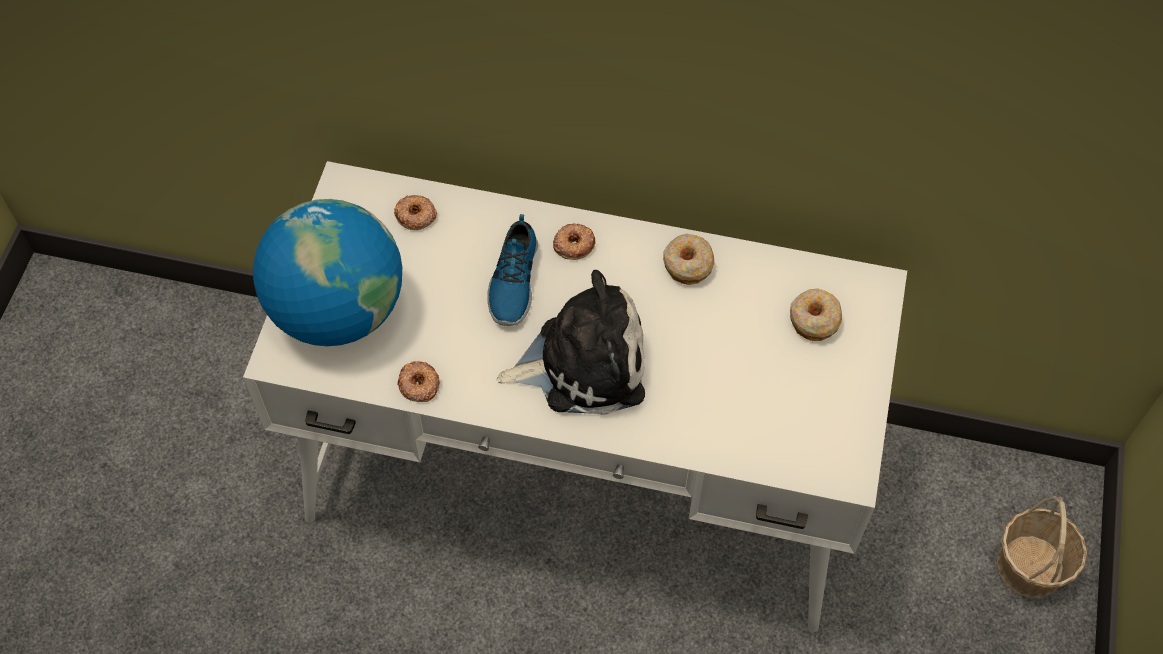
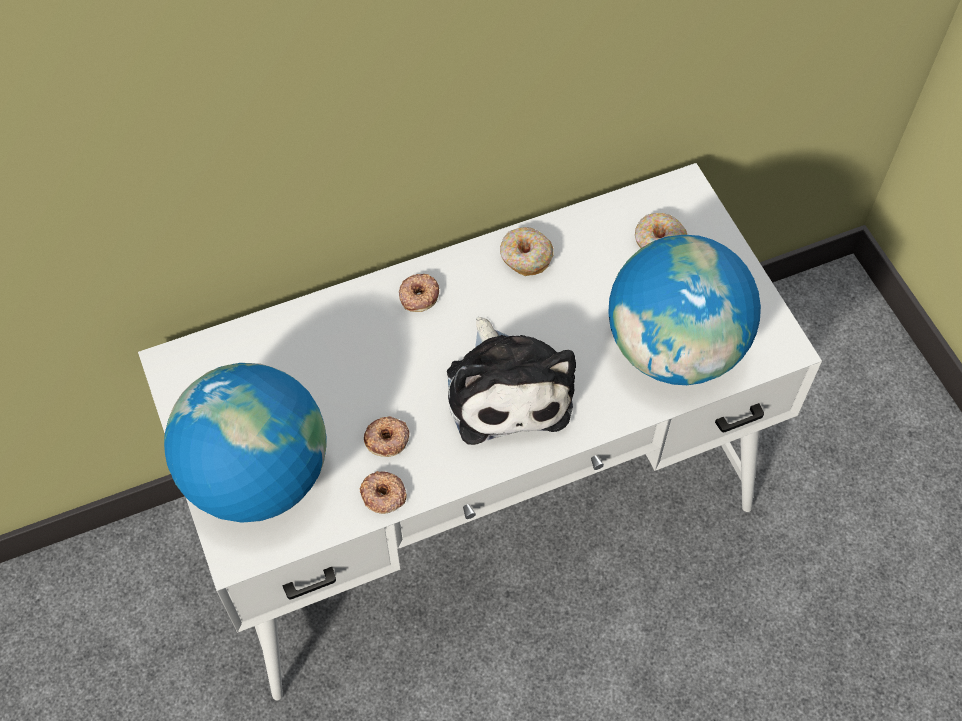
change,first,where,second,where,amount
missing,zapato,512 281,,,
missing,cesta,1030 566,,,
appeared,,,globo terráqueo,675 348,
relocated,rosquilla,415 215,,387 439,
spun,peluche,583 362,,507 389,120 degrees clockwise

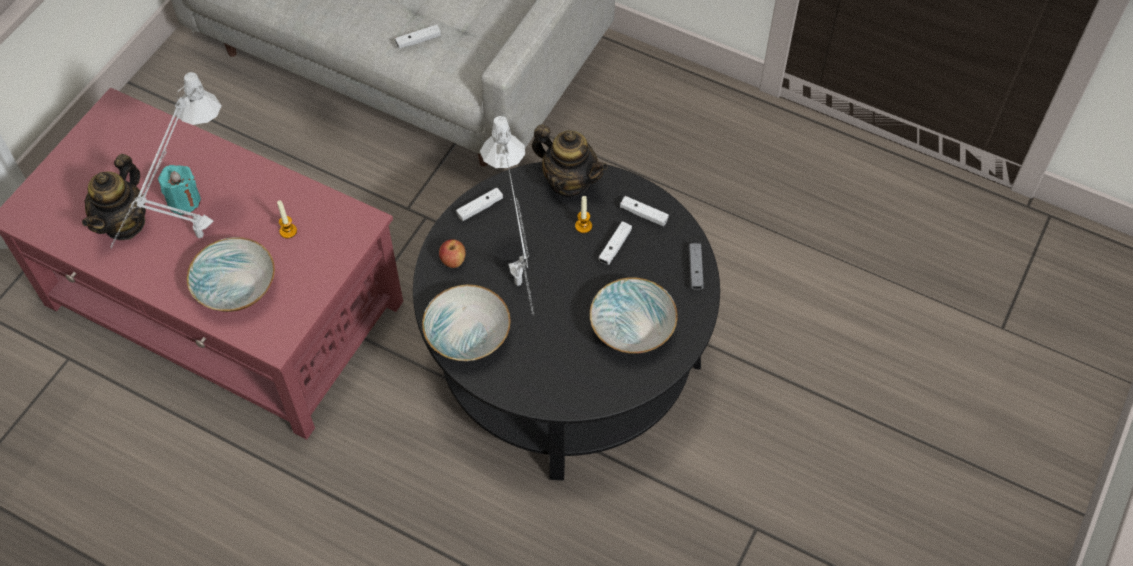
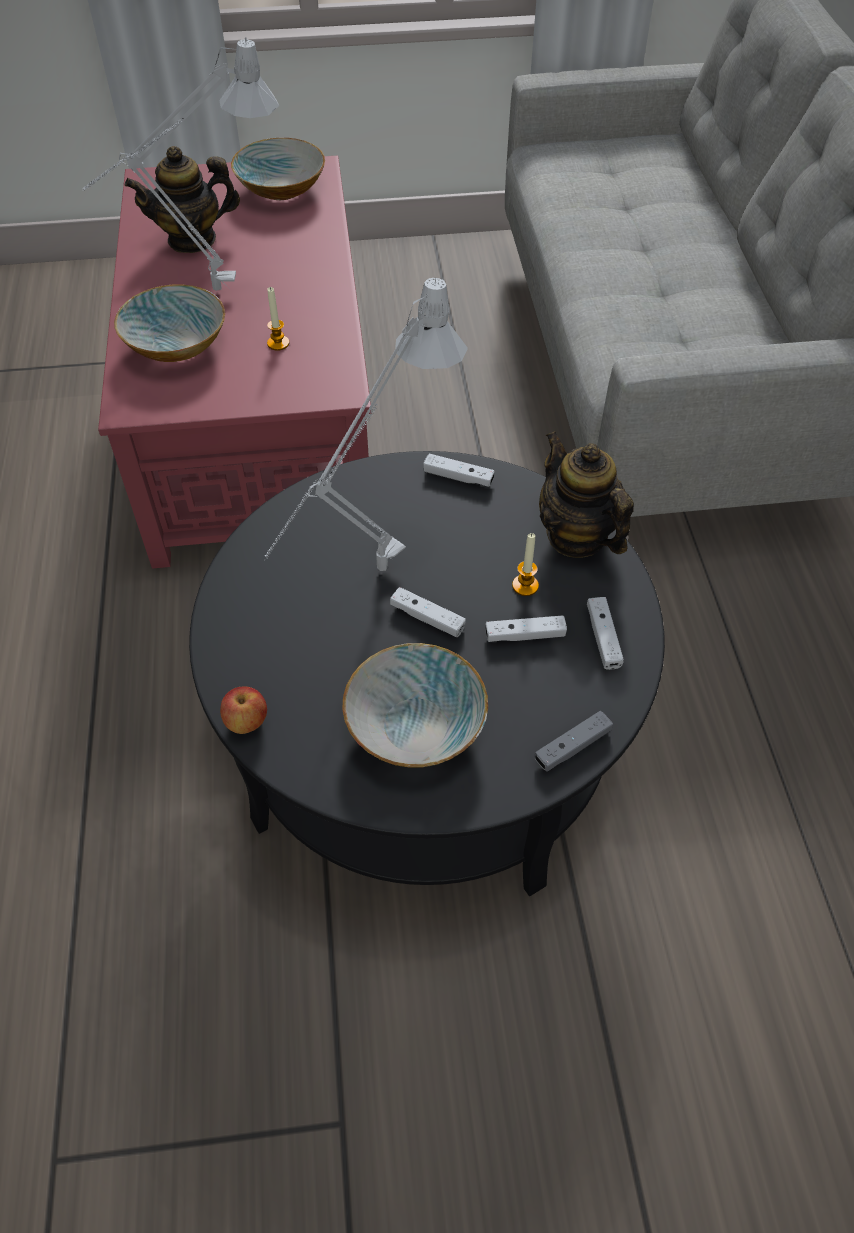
change,first,where,second,where,amount
missing,vela/turquesa,184 201,,,
relocated,mando de consola/blanco,418 41,,427 618,
relocated,cuenco,467 335,,281 188,
relocated,manzana,453 261,,246 722,
spun,tetera,569 181,,576 536,150 degrees clockwise

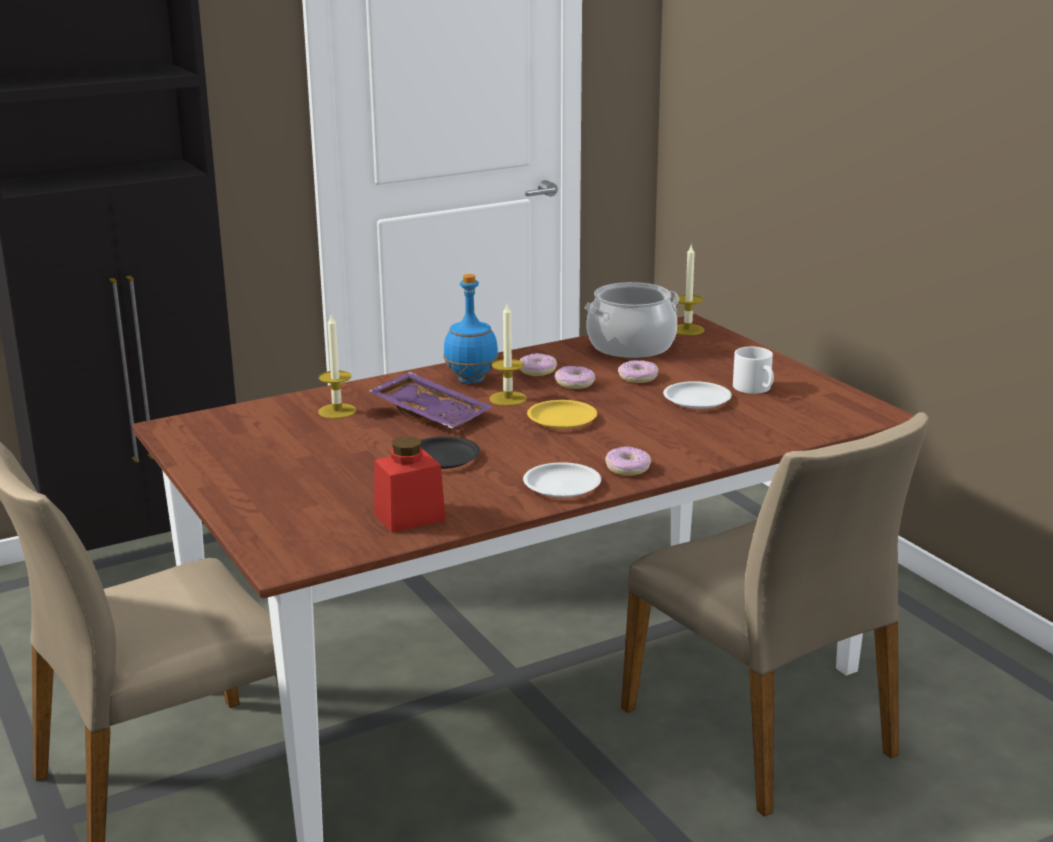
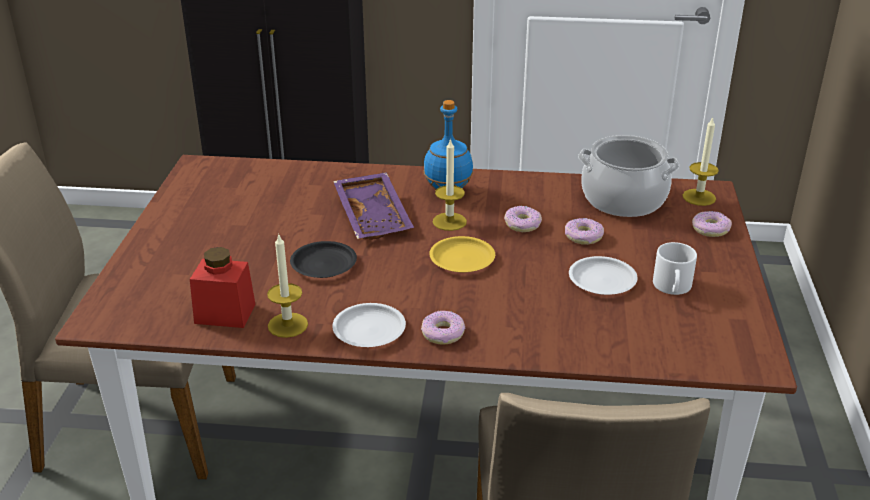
change,first,where,second,where,amount
relocated,vela,337 411,,287 325,
relocated,rosquilla,537 371,,710 229,

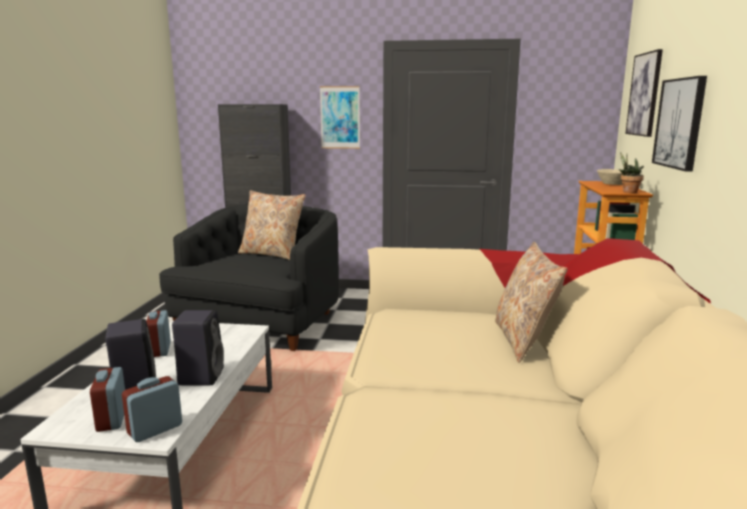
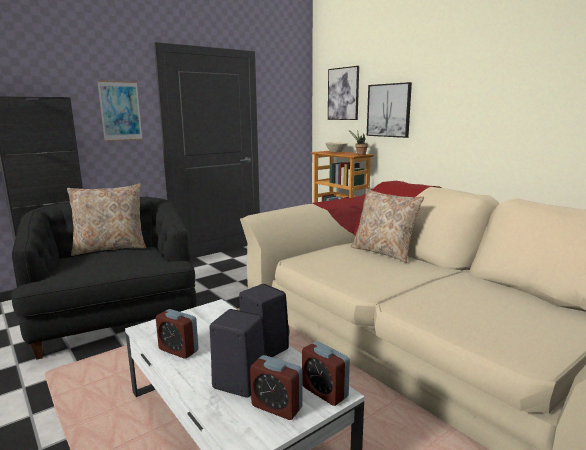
change,first,where,second,where,amount
spun,despertador,155 429,,324 392,45 degrees counterclockwise

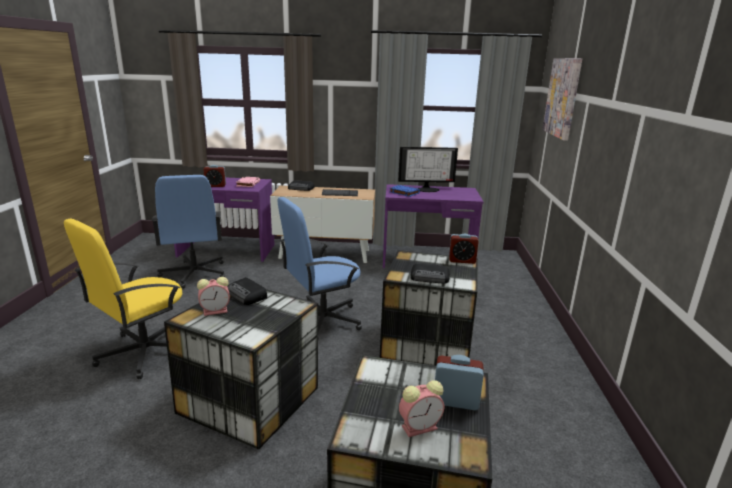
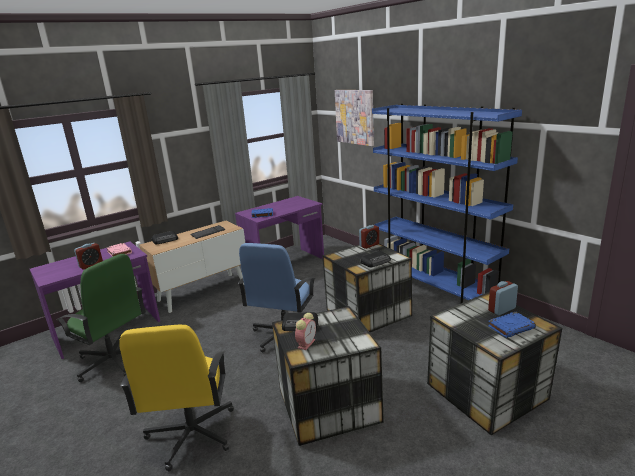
change,first,where,second,where,amount
missing,monitor,427 189,,,
appeared,,,estantería/azul,434 289,
exchanged,despertador,420 426,libro/azul,511 327,
colour,silla de oficina/azul,194 274,silla de oficina/verde,113 361,

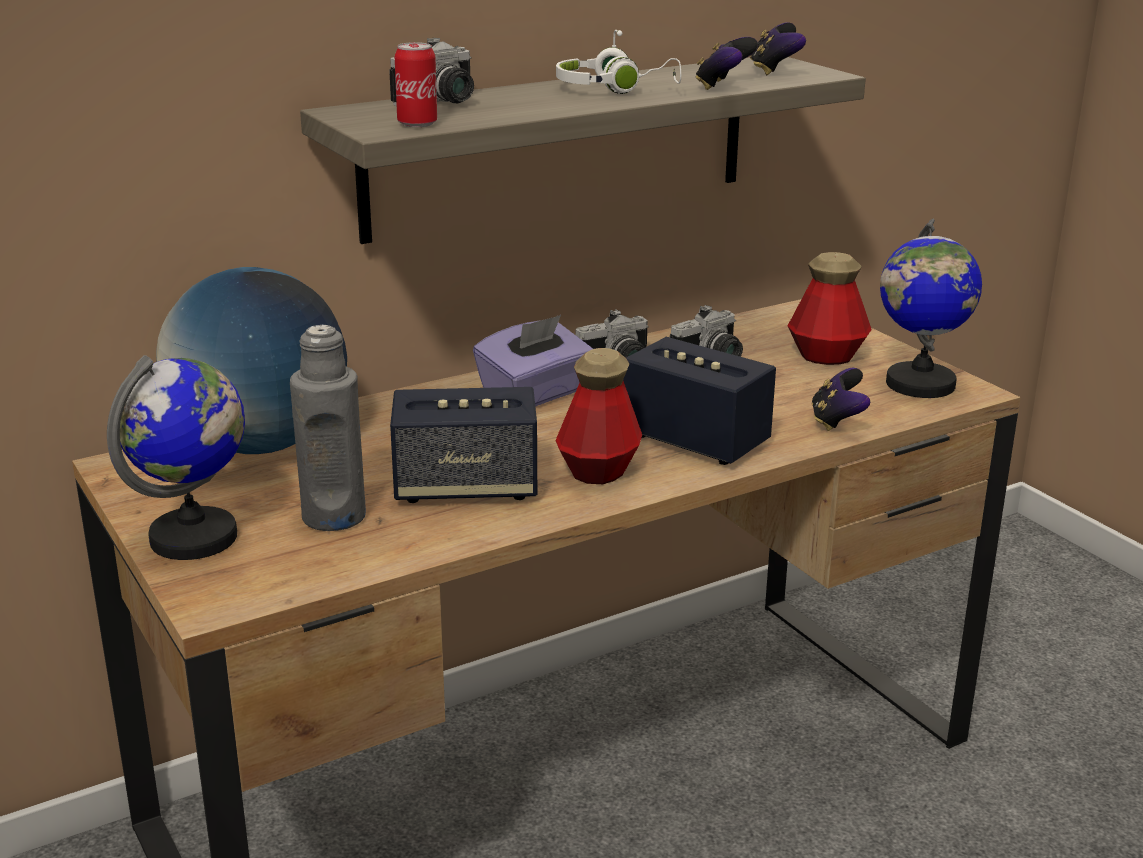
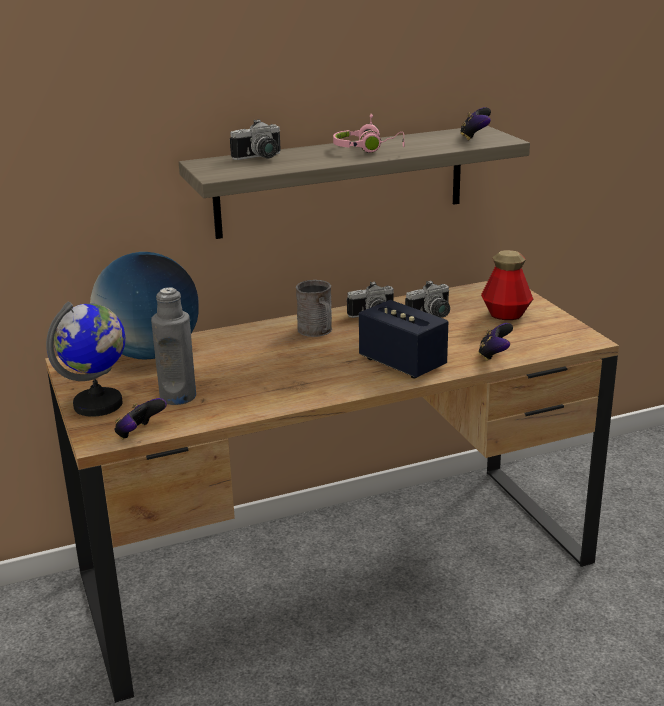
change,first,where,second,where,amount
missing,altavoz,466 487,,,
missing,lata,417 124,,,
missing,botella,598 471,,,
missing,globo terráqueo,919 384,,,
relocated,mando de consola,723 86,,139 434,
exchanged,caja de pañuelos/morado,535 394,taza grande/gris,317 331,
colour,auriculares/blanco,614 89,auriculares/rosa,368 149,

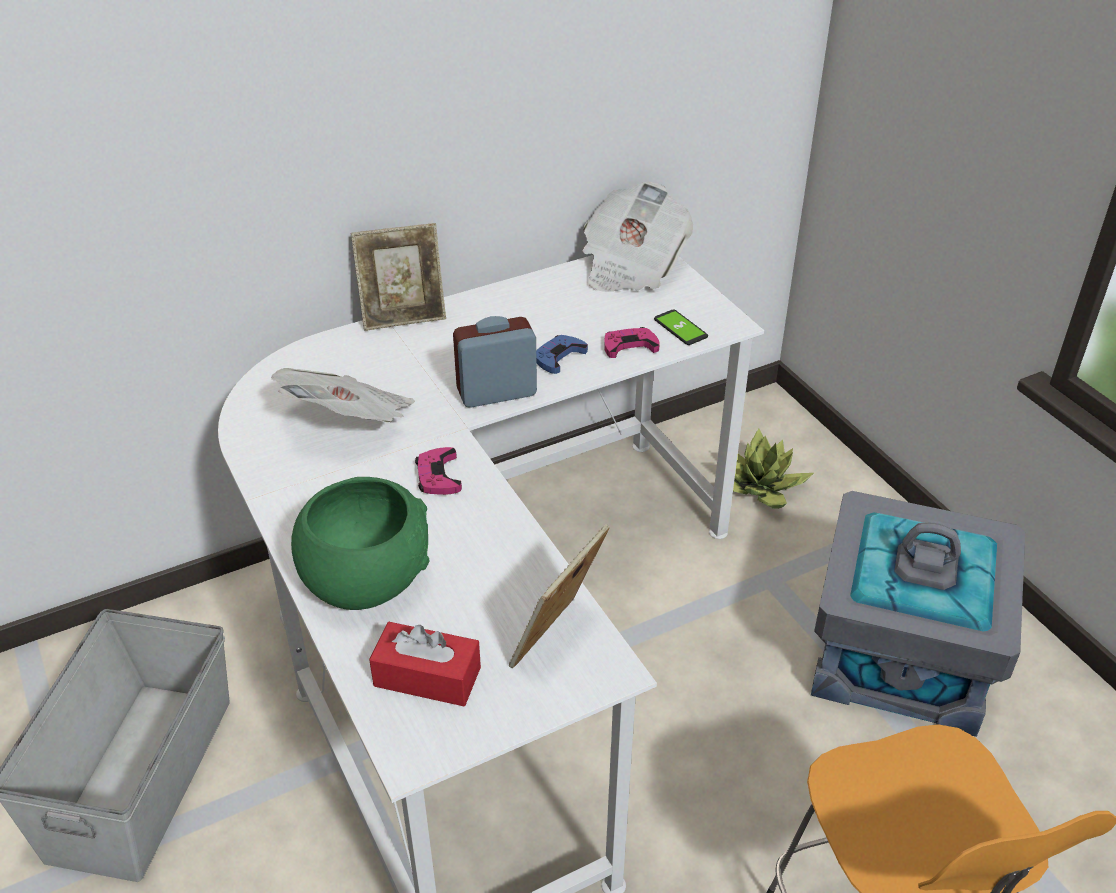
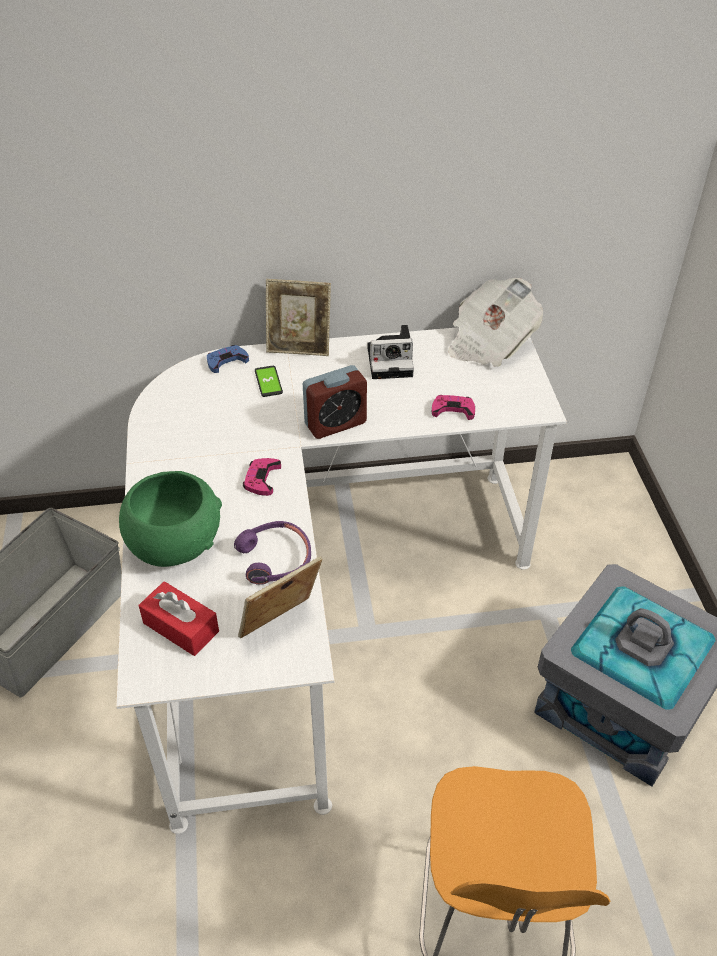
change,first,where,second,where,amount
missing,periódico,351 422,,,
missing,planta en maceta,760 487,,,
appeared,,,auriculares/morado,275 559,
appeared,,,cámara,392 361,
relocated,mando de consola/azul,558 357,,226 361,
relocated,móvil,680 328,,268 382,
spun,despertador,496 392,,335 424,150 degrees clockwise

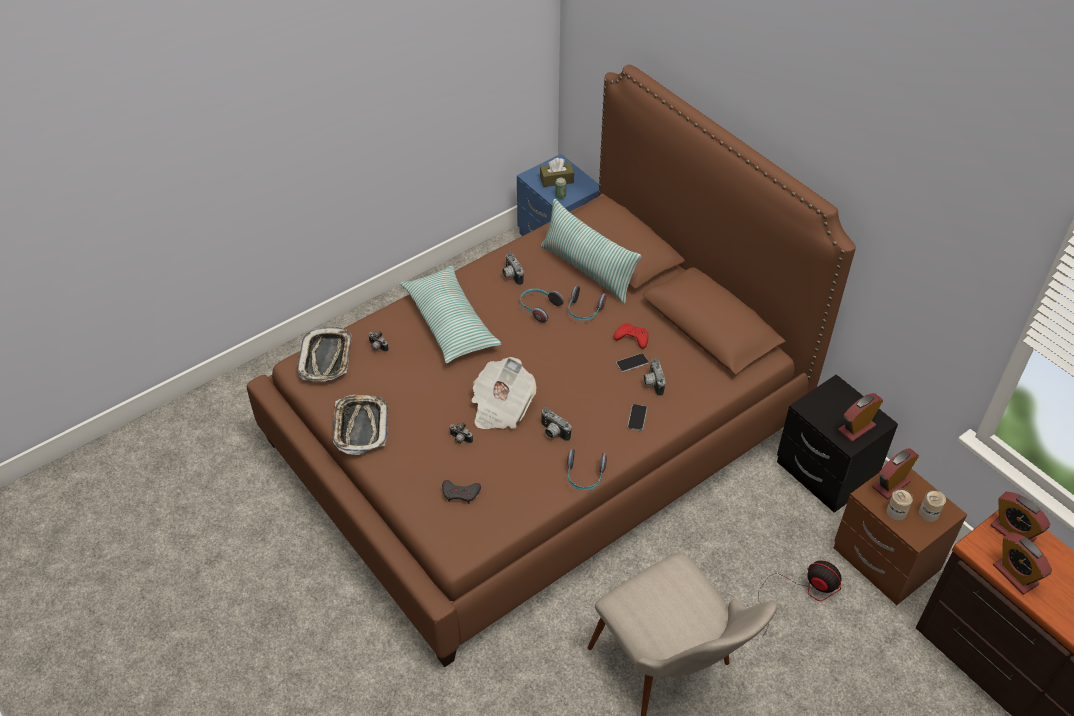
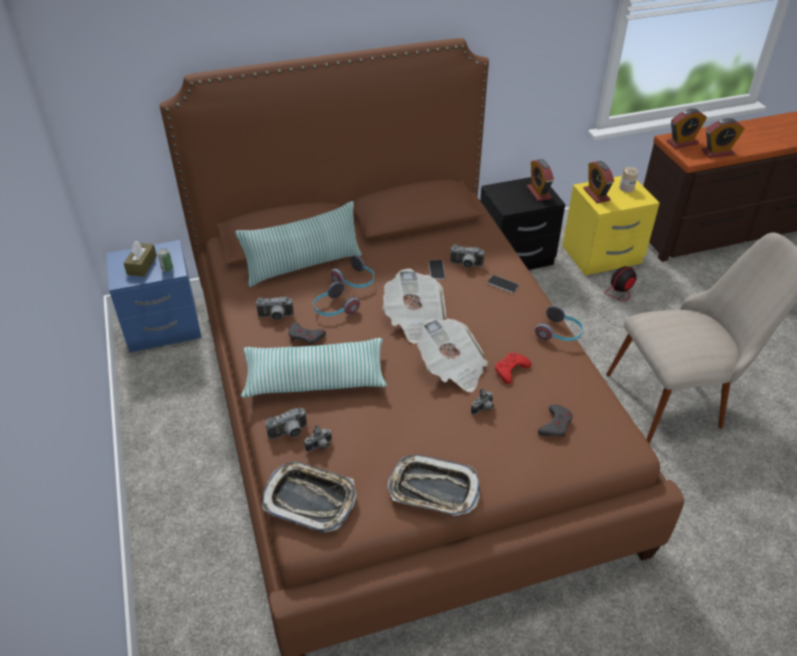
change,first,where,second,where,amount
missing,lata,896 512,,,
appeared,,,mando de consola/gris,305 336,
appeared,,,periódico,414 320,
relocated,cámara,553 433,,289 433,
relocated,mando de consola/rojo,632 338,,510 370,
colour,mesita de noche/marrón,884 560,mesita de noche/amarillo,602 256,

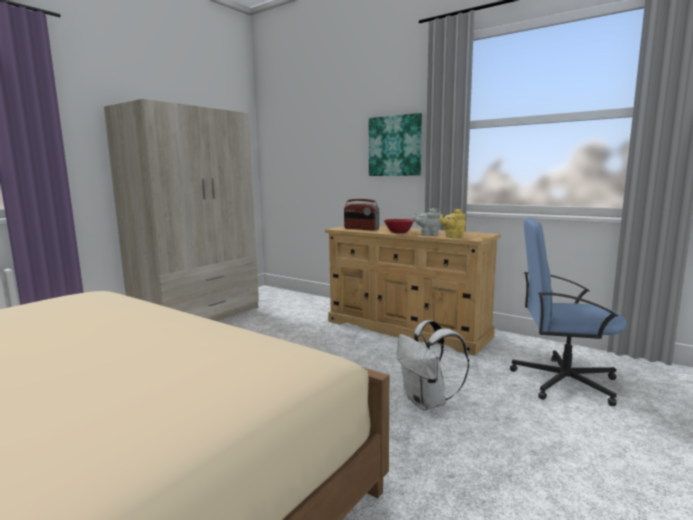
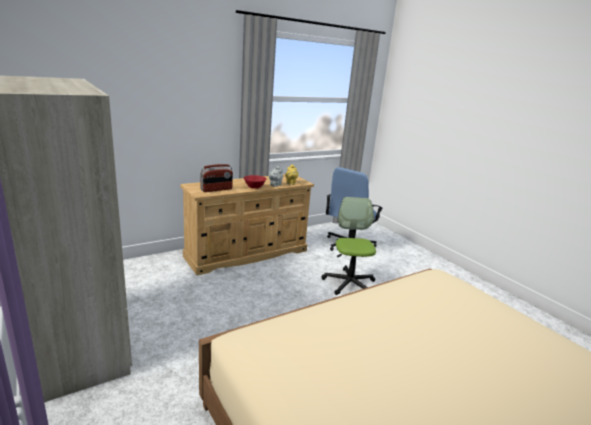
change,first,where,second,where,amount
missing,cuadro,395 146,,,
exchanged,mochila/blanco,427 402,silla de oficina,349 283,

